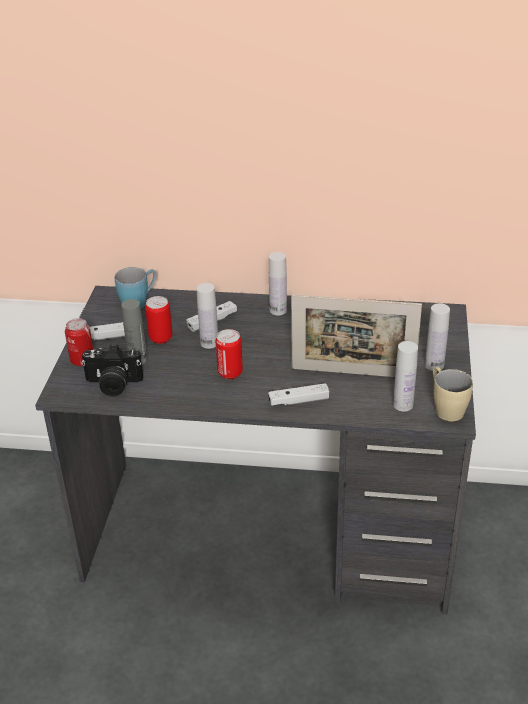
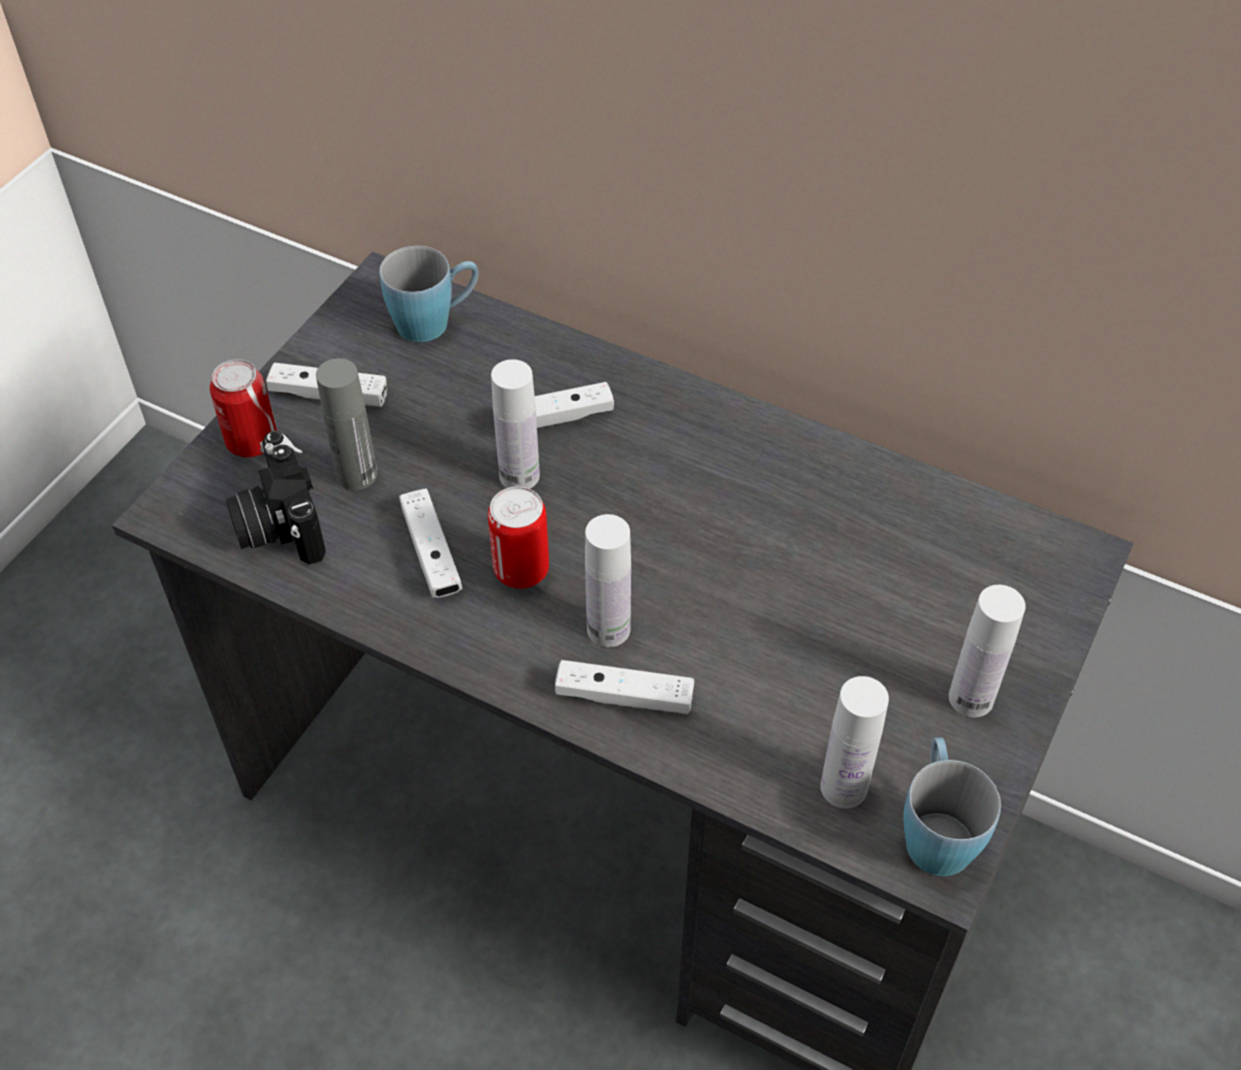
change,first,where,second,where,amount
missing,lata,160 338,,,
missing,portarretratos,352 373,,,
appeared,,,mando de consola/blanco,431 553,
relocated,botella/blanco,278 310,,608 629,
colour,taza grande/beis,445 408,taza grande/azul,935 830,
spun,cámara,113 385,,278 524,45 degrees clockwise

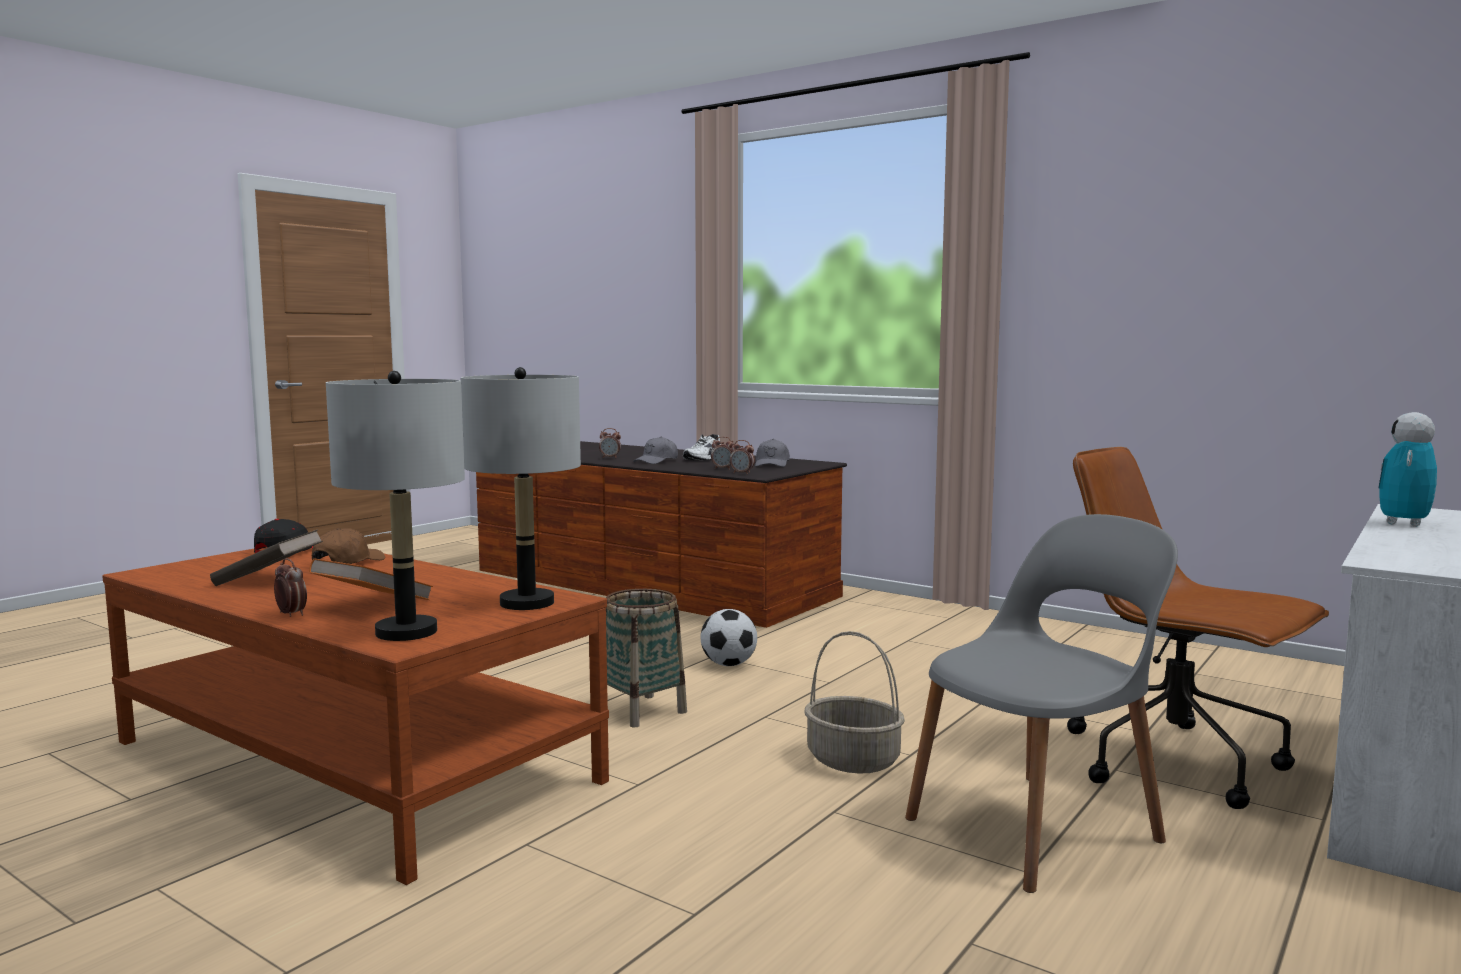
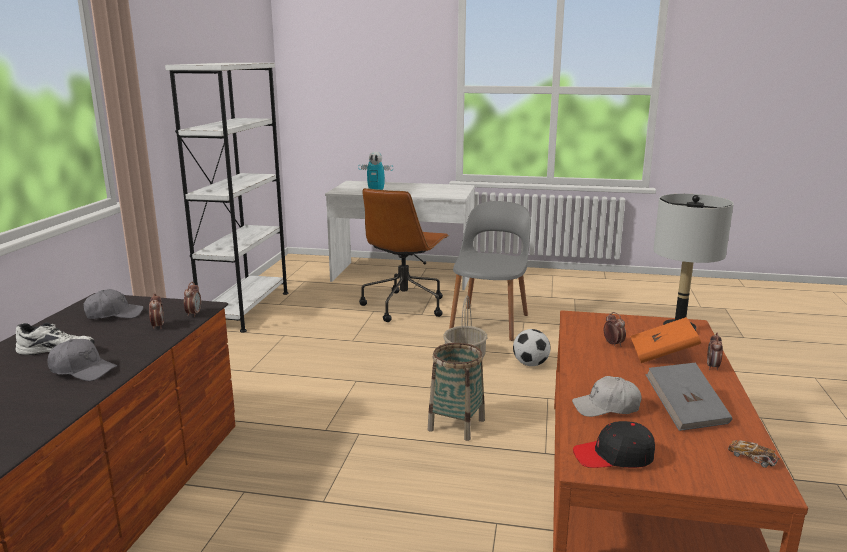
change,first,where,second,where,amount
missing,lámpara de mesa/gris,526 603,,,
appeared,,,estantería/blanco,245 309,
appeared,,,coche de juguete,752 459,
relocated,despertador,610 458,,613 344,
relocated,balón de fútbol,729 664,,530 364,
colour,libro/marrón,268 580,libro/gris,685 412,
colour,gorra/marrón,347 563,gorra/blanco,606 407,
spun,silla/gris,1038 828,,490 322,75 degrees clockwise

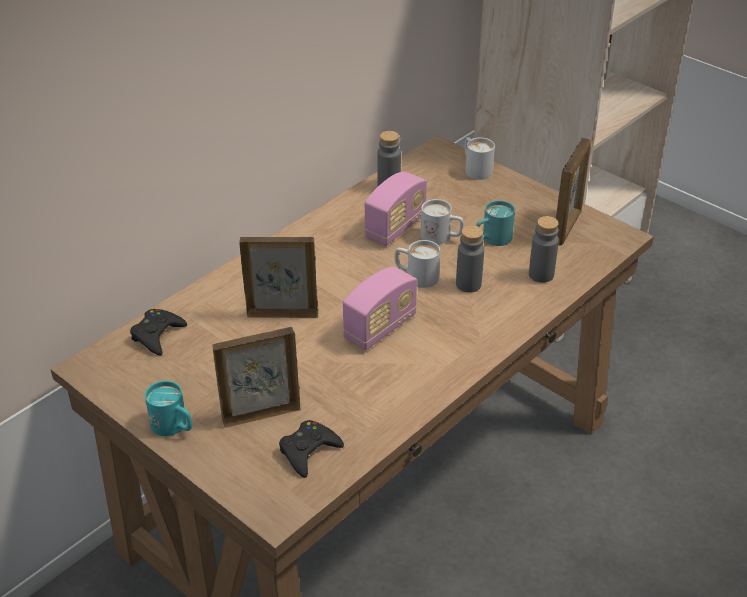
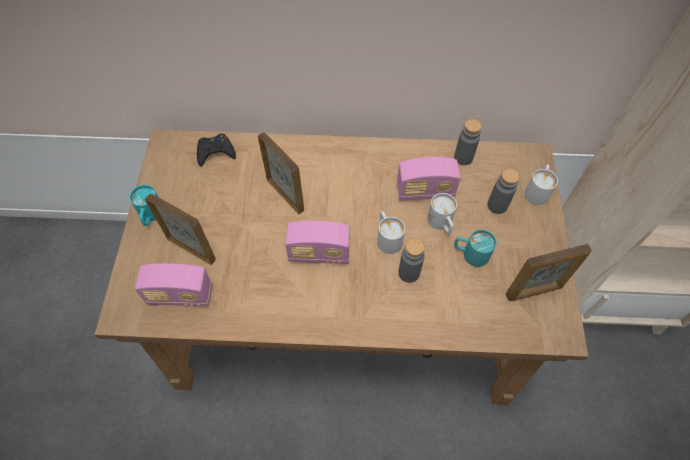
change,first,where,second,where,amount
relocated,botella/gris,541 275,,497 205,
exchanged,mando de consola/negro,308 451,radio,180 295,

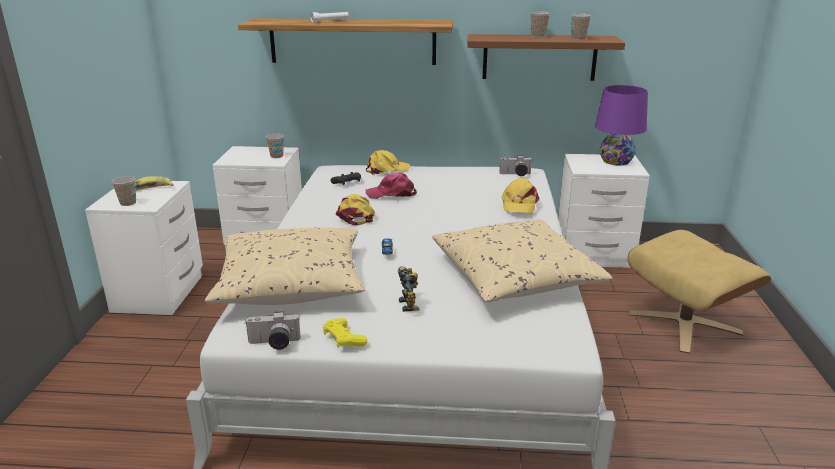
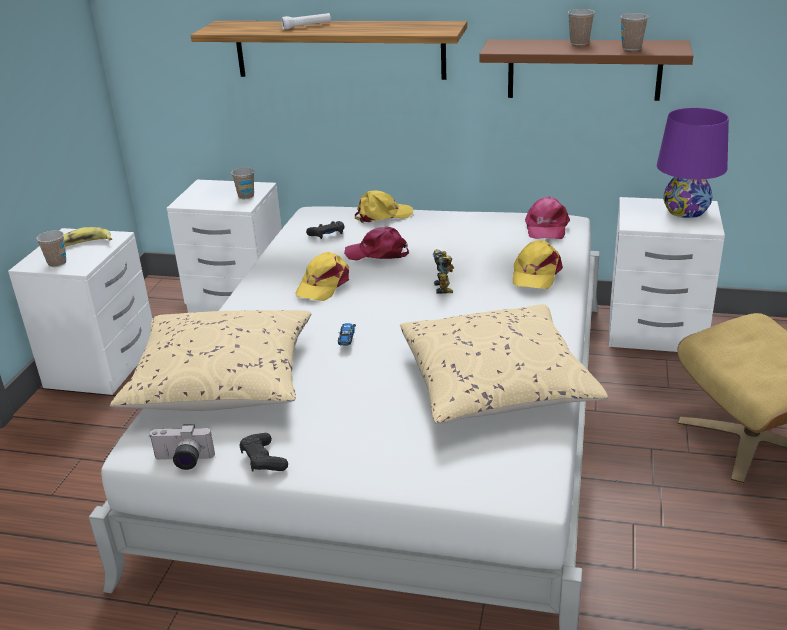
change,first,where,second,where,amount
relocated,robot de juguete,410 304,,445 287,
exchanged,cámara,515 174,gorra/rosa,546 227,
colour,mando de consola/amarillo,343 339,mando de consola/negro,263 460,
spun,gorra/amarillo,355 215,,323 285,150 degrees counterclockwise

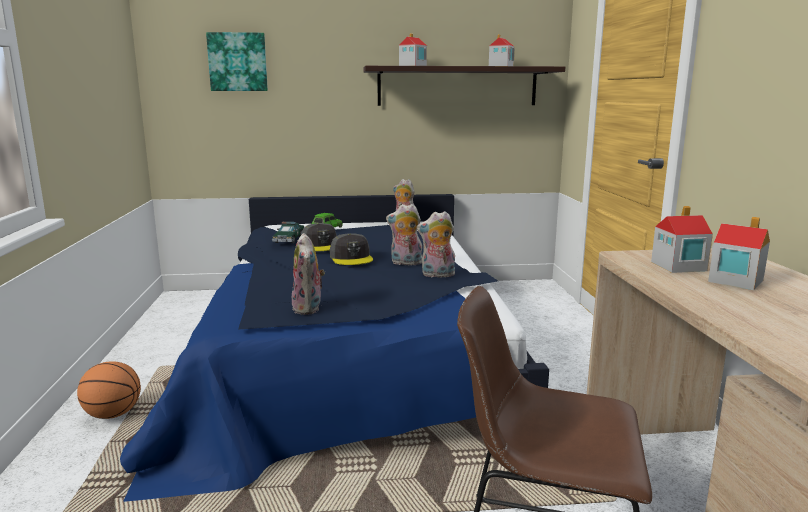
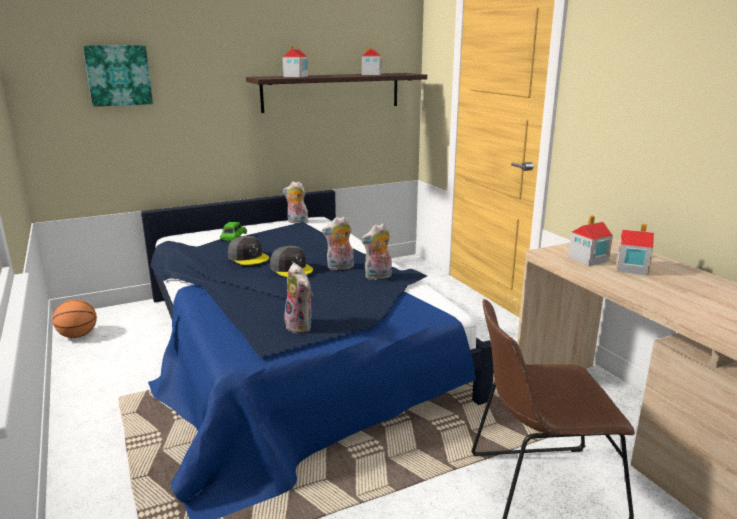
change,first,where,second,where,amount
missing,coche de juguete,289 239,,,
relocated,balón de baloncesto,113 415,,78 336,

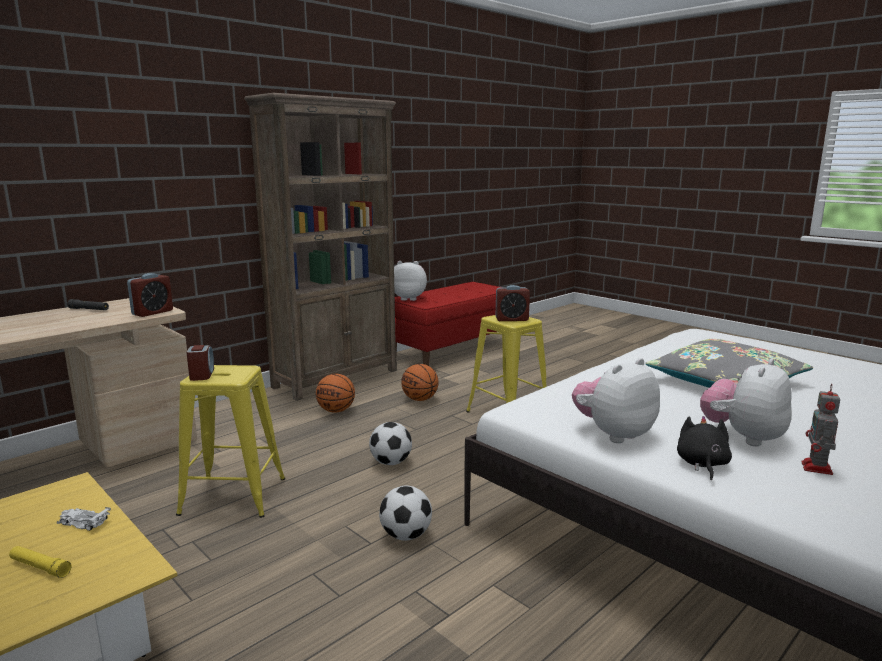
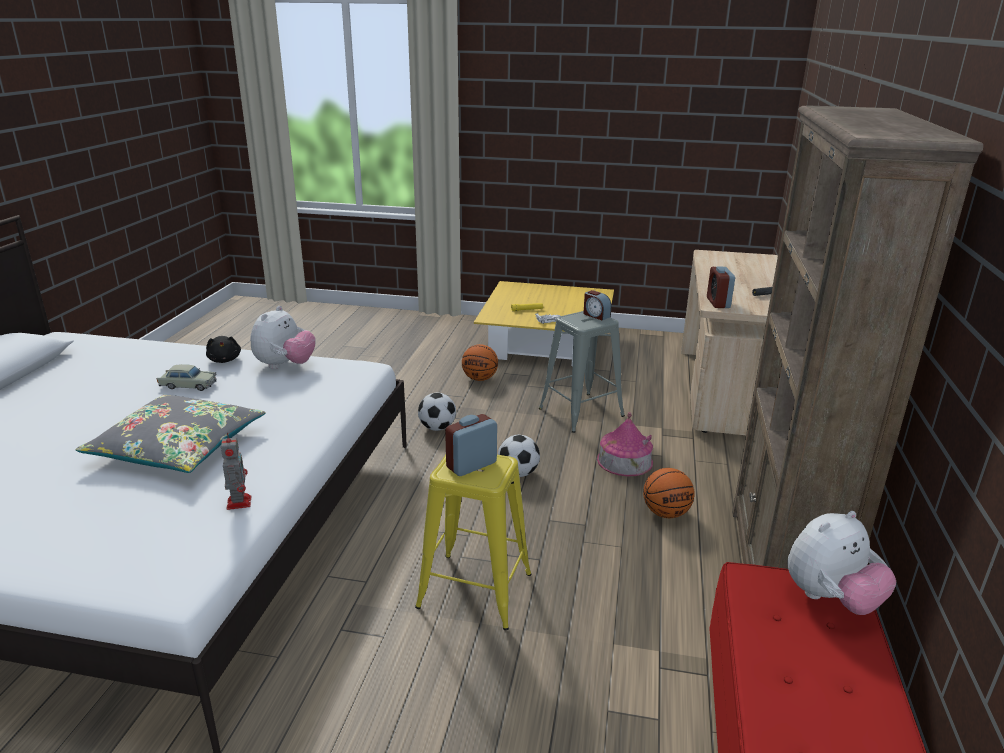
change,first,where,second,where,amount
appeared,,,casita,624 461,
relocated,balón de baloncesto,420 399,,479 379,
relocated,robot de juguete,817 468,,239 502,
exchanged,peluche,743 437,coche de juguete/beis,188 385,
colour,taburete/amarillo,233 496,taburete/gris,581 412,

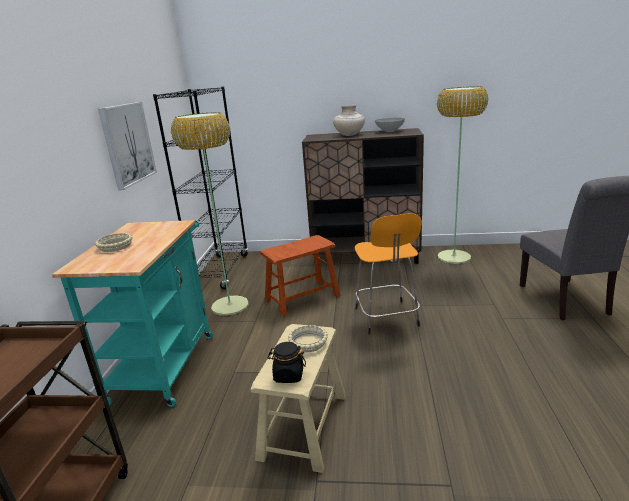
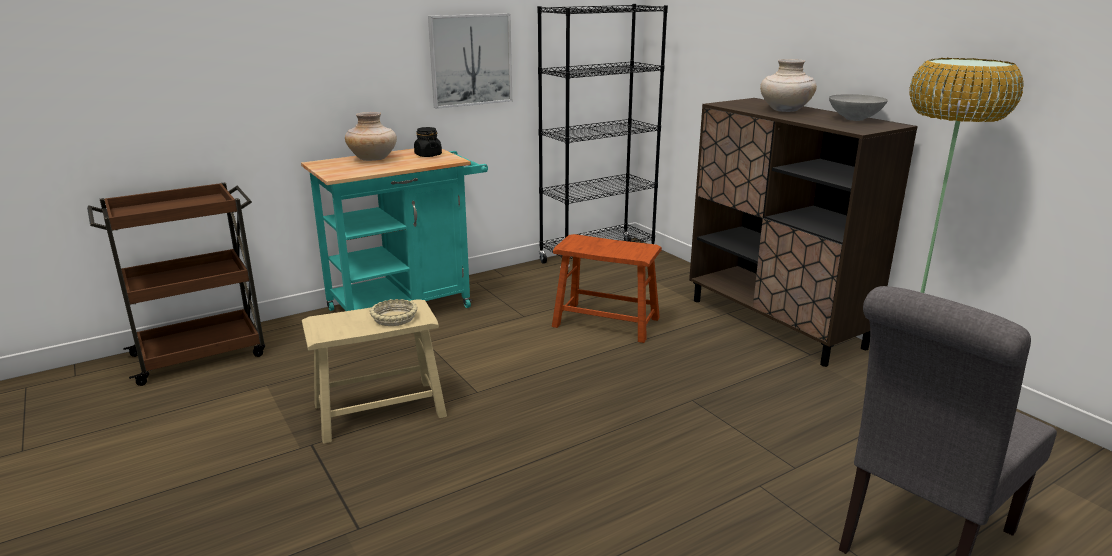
change,first,where,second,where,amount
missing,lámpara de pie,230 306,,,
missing,taburete/naranja,387 318,,,
relocated,tarro/negro,288 375,,428 155,
exchanged,cuenco/beis,115 246,florero/beis,373 159,

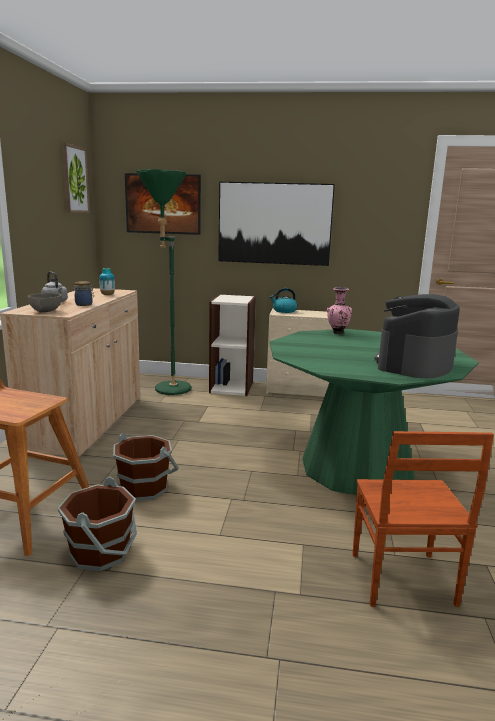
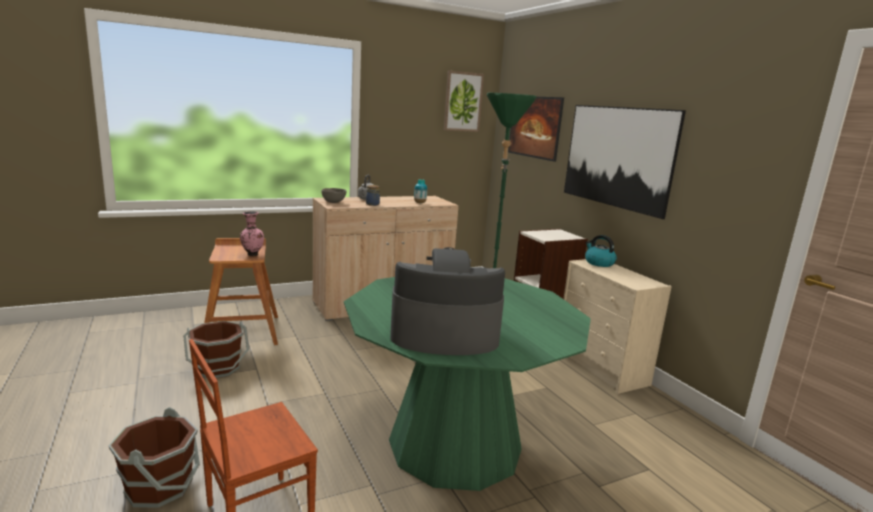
change,first,where,second,where,amount
relocated,cubo/marrón,144 487,,160 486,
relocated,florero/rosa,337 333,,252 255,

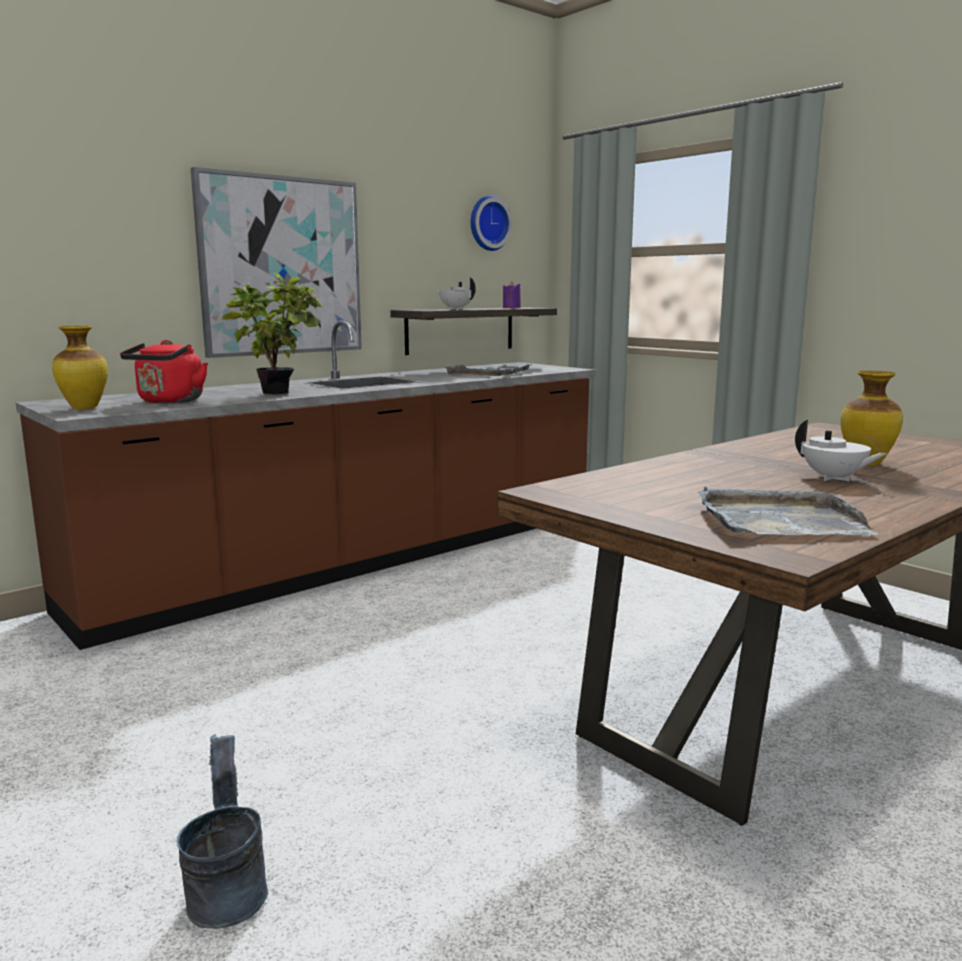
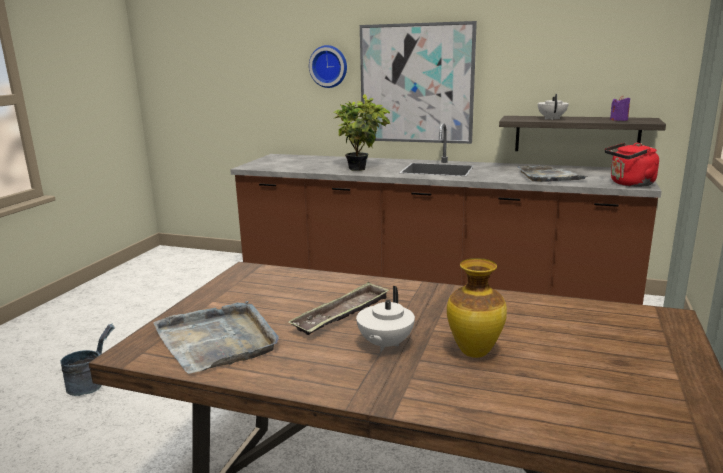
change,first,where,second,where,amount
missing,florero,85 408,,,
appeared,,,bandeja,342 314,
relocated,hervidor/rojo,169 401,,630 184,
relocated,reloj de pared,487 223,,329 66,

